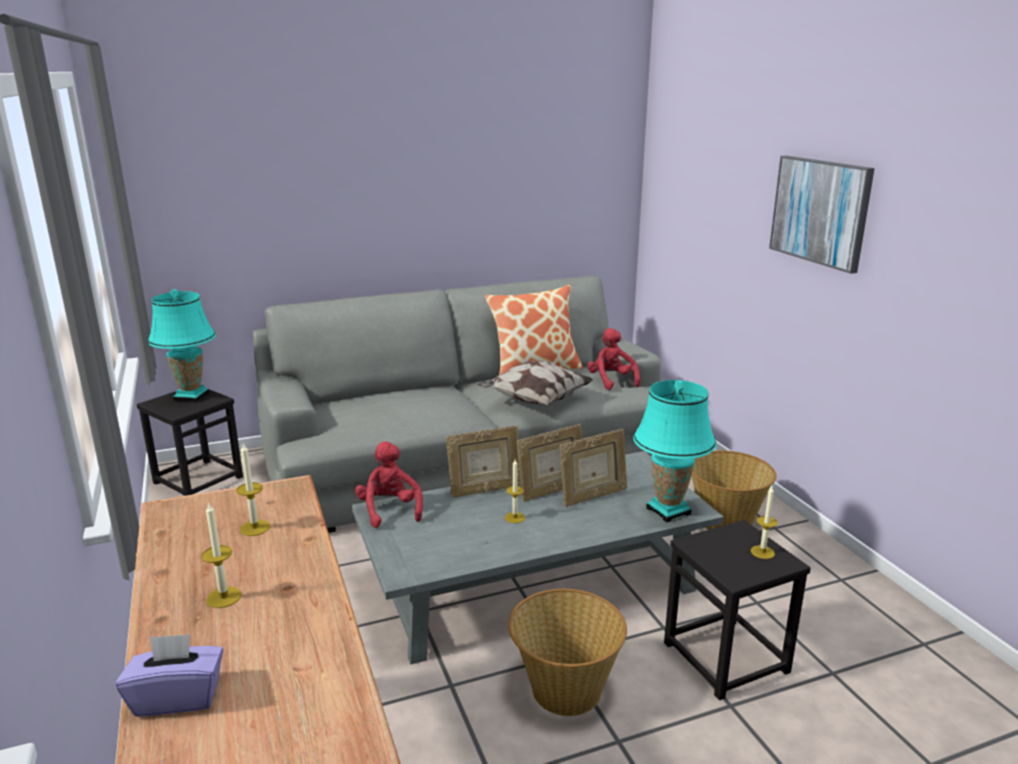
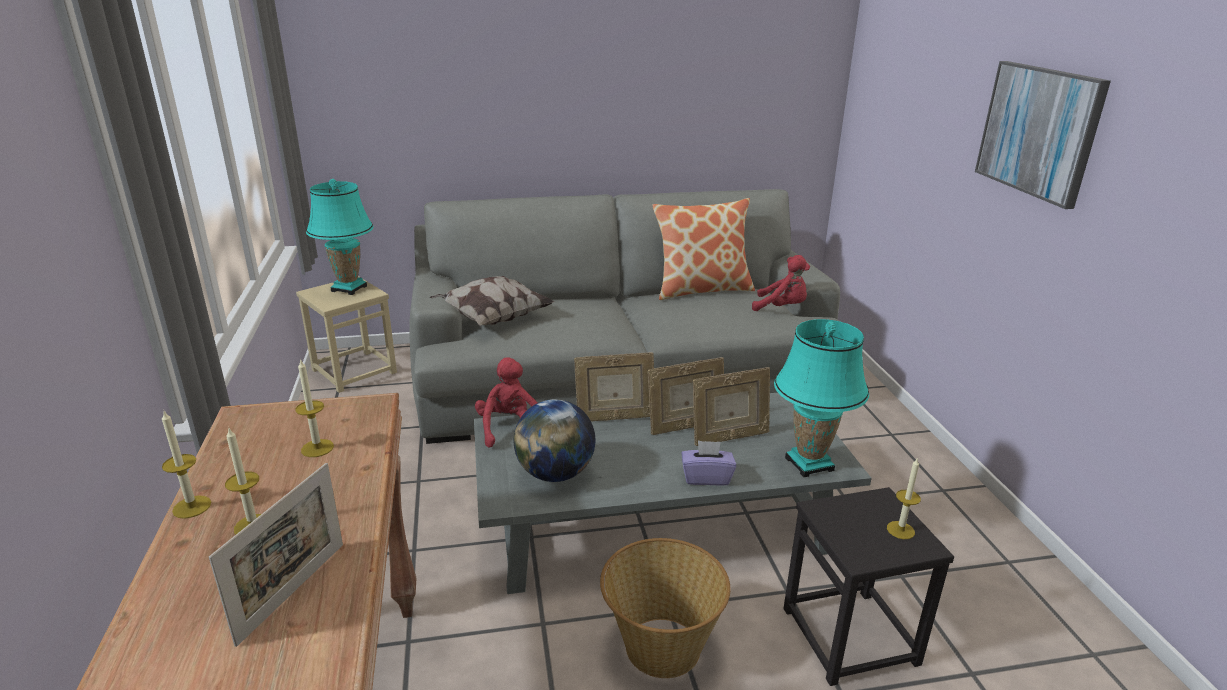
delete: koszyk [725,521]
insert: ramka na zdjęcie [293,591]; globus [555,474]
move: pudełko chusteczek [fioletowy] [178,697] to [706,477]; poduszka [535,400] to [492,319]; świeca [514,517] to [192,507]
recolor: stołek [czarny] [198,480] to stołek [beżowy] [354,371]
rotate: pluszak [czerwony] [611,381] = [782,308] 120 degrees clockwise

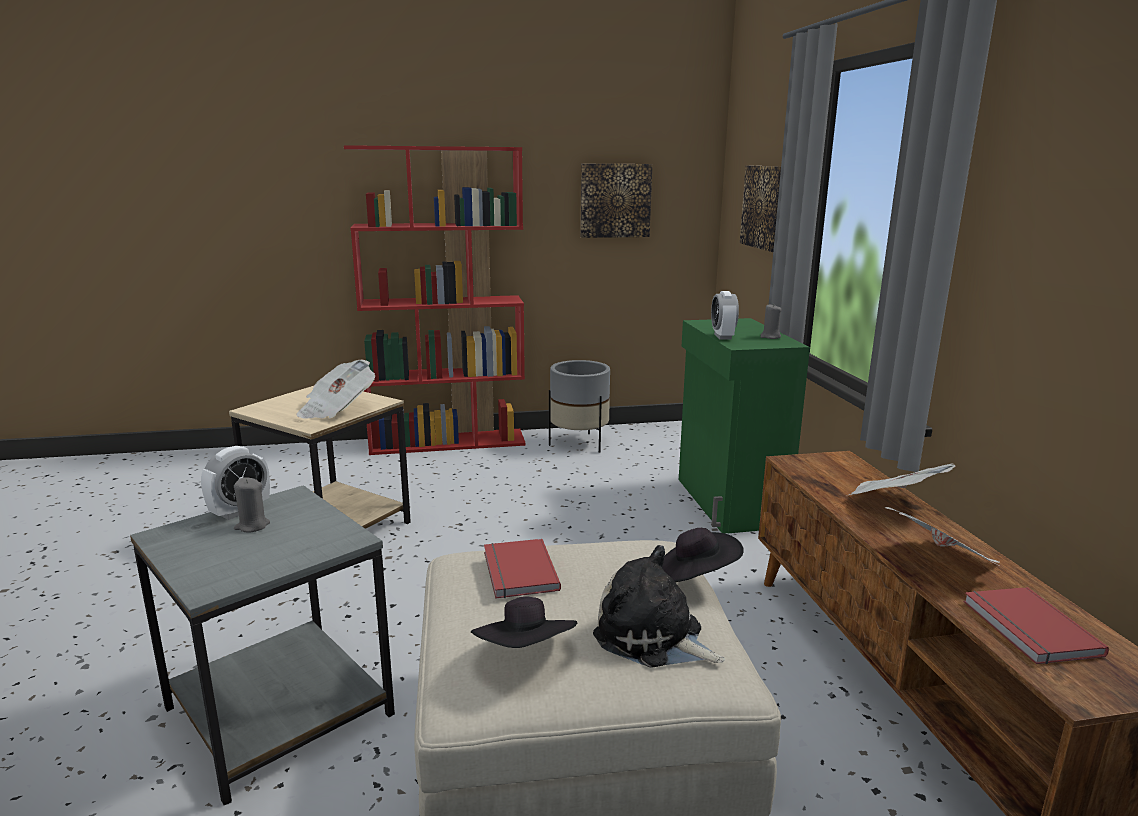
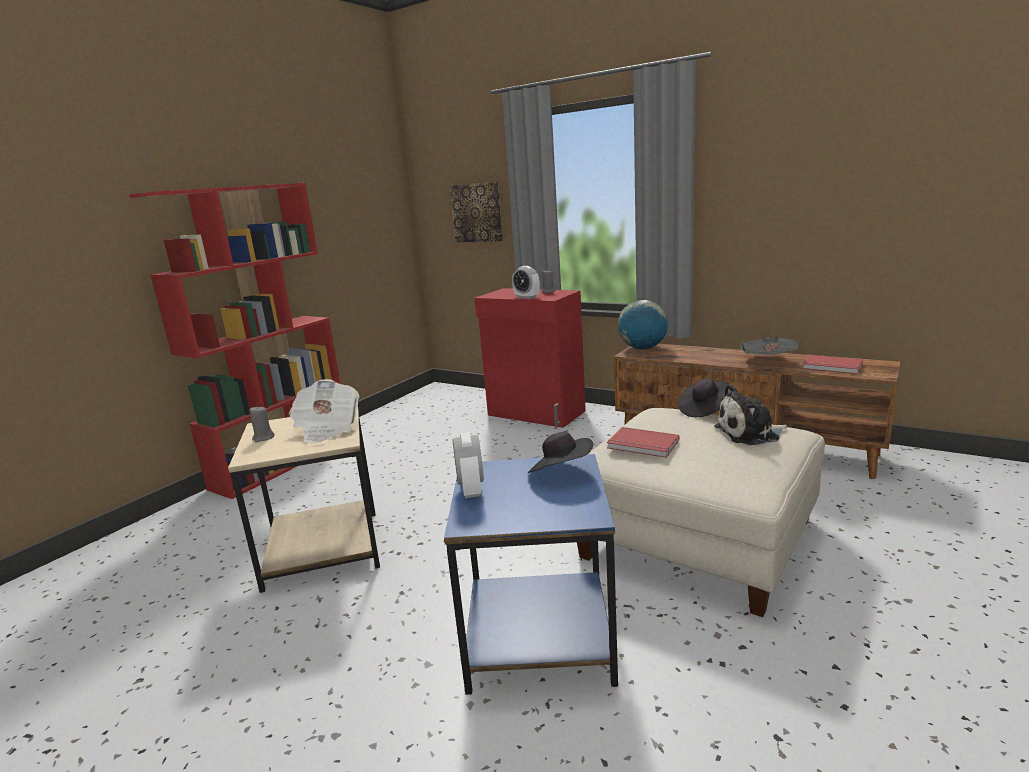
delete: donica [szary] [579,443]; obraz [615,200]; gazeta [894,503]
insert: globus [643,348]
move: świeca [szary] [252,526] to [263,438]; kapelusz [czarny] [526,653] to [561,472]
recolor: stolik [szary] [280,708] to stolik [niebieski] [536,635]; szafka [zielony] [728,502] to szafka [czerwony] [536,413]

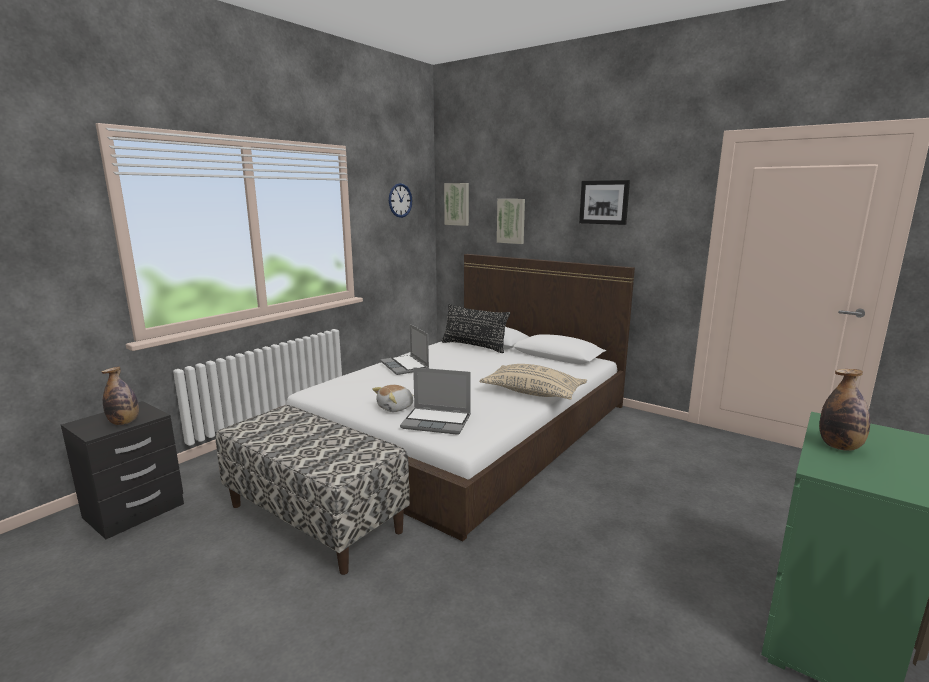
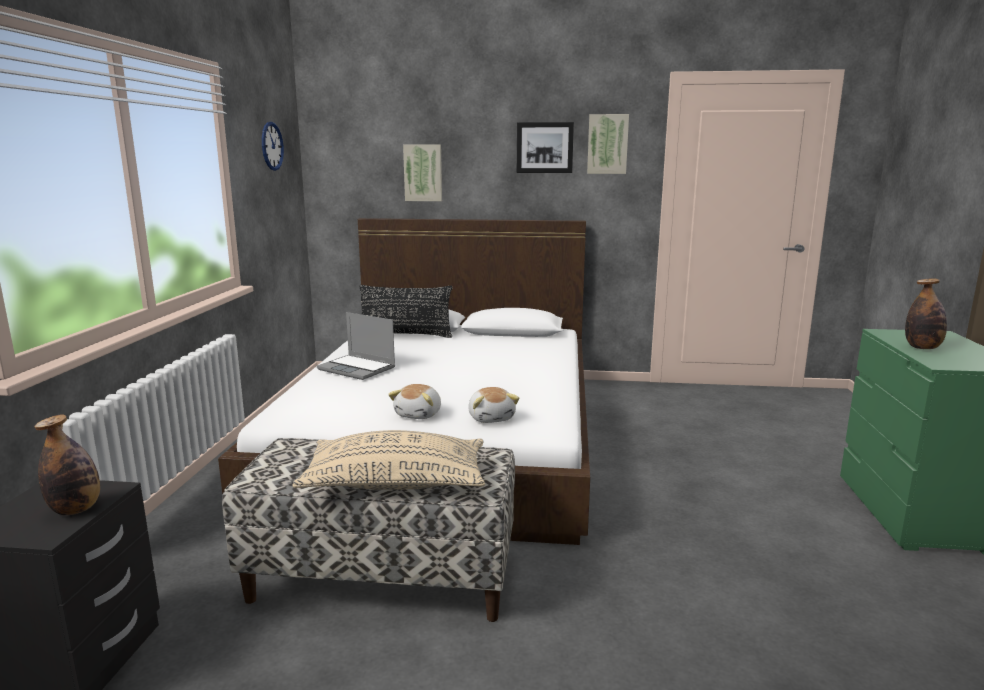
move: obraz [457,204] to [607,144]; poduszka [beżowy] [533,393] to [396,483]
replace: laptop [437,422] to pluszak [492,417]

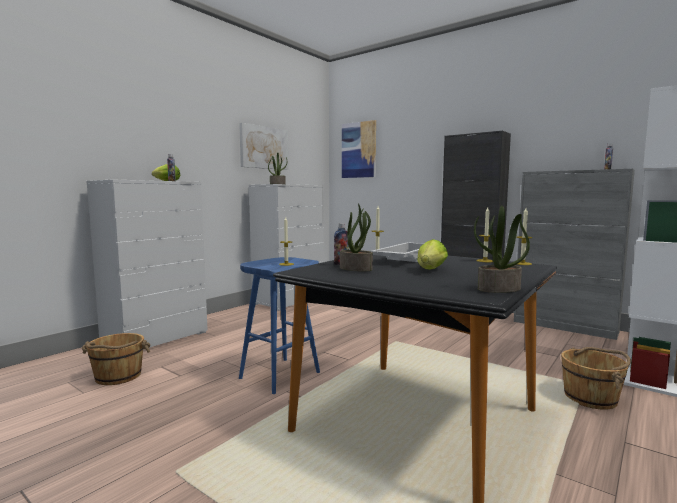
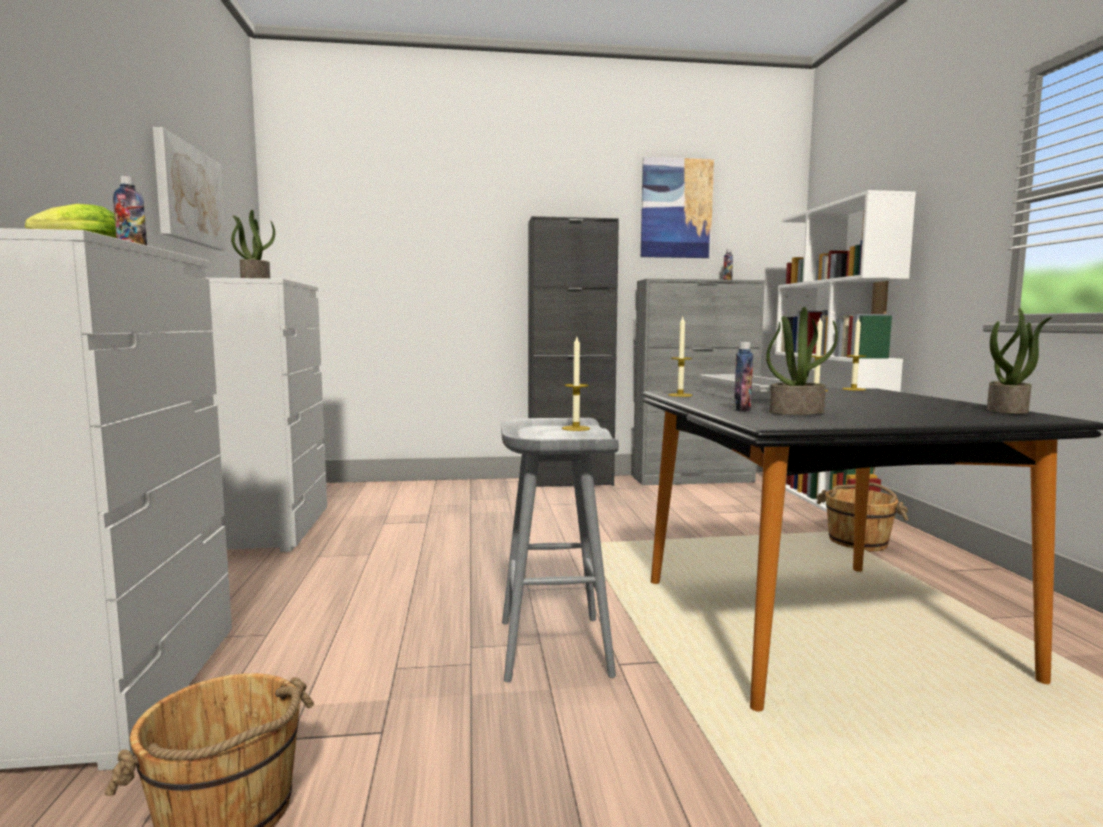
delete: sałata [430,270]
move: obraz [359,150] to [676,208]
recolor: stołek [niebieski] [280,374] to stołek [szary] [552,646]

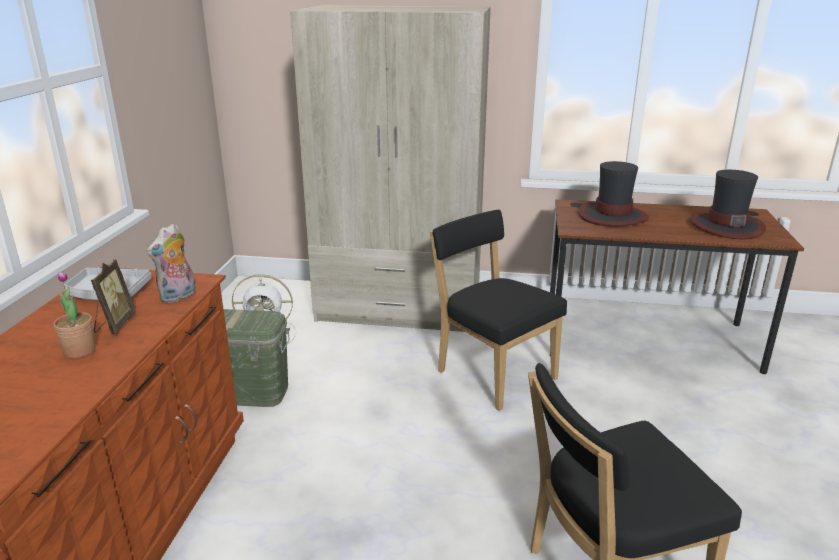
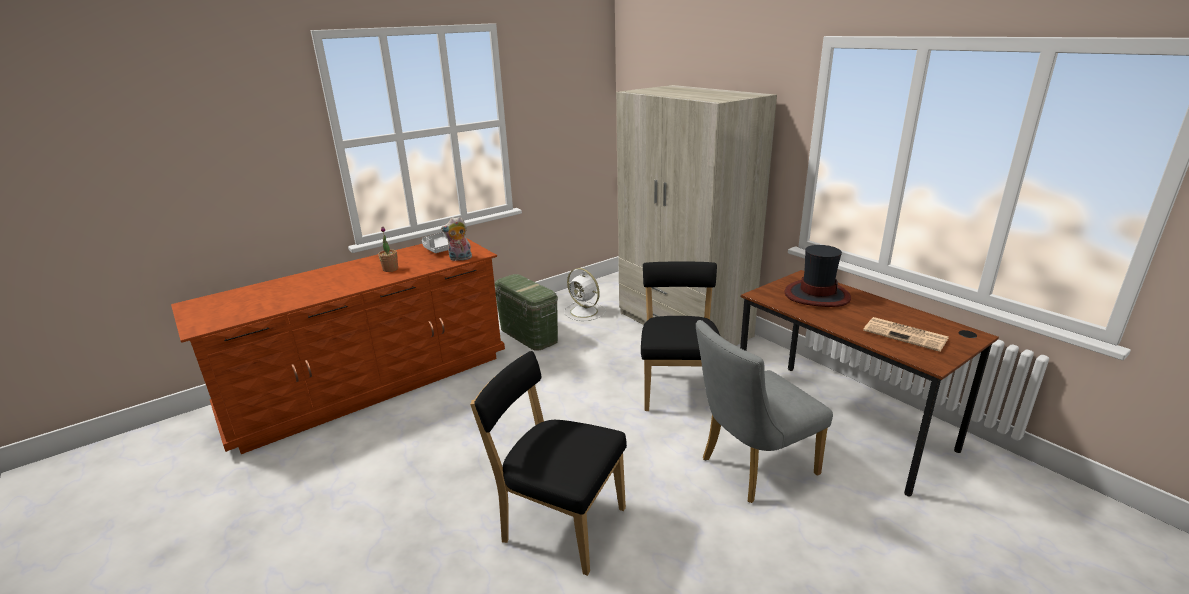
delete: ramka na zdjęcie [114,325]
insert: krzesło [szary] [751,468]
replace: kapelusz [726,226] to gazeta [906,335]

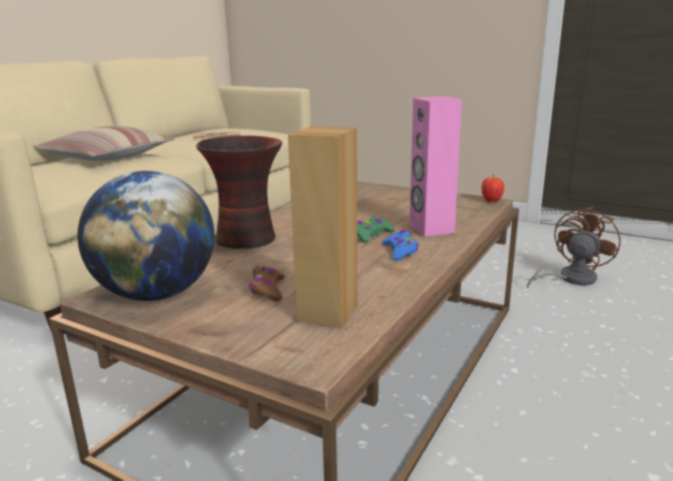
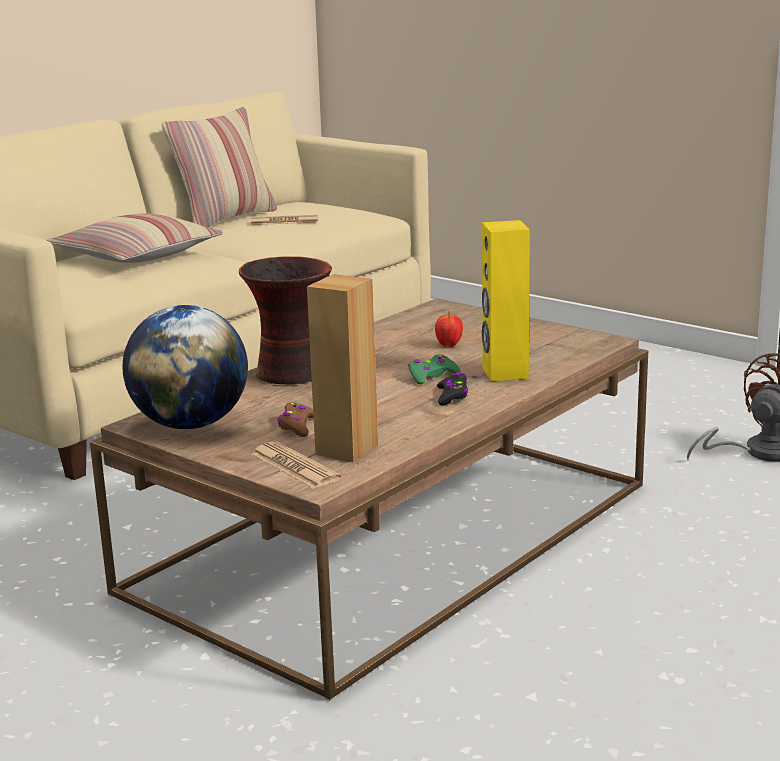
insert: poduszka [225,219]; gazeta [294,467]
move: jabłko [491,201] to [449,345]
recolor: pad do gier [niebieski] [400,251] to pad do gier [czarny] [452,396]; głośnik [różowy] [431,229] to głośnik [żółty] [504,373]

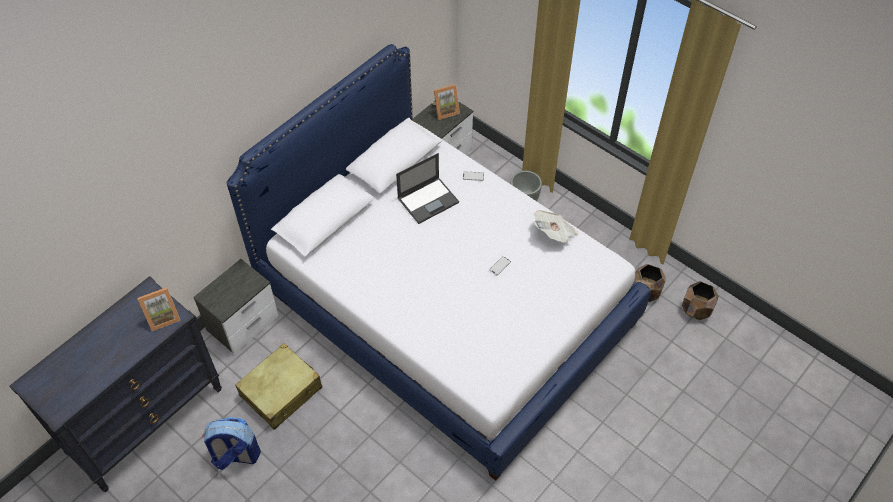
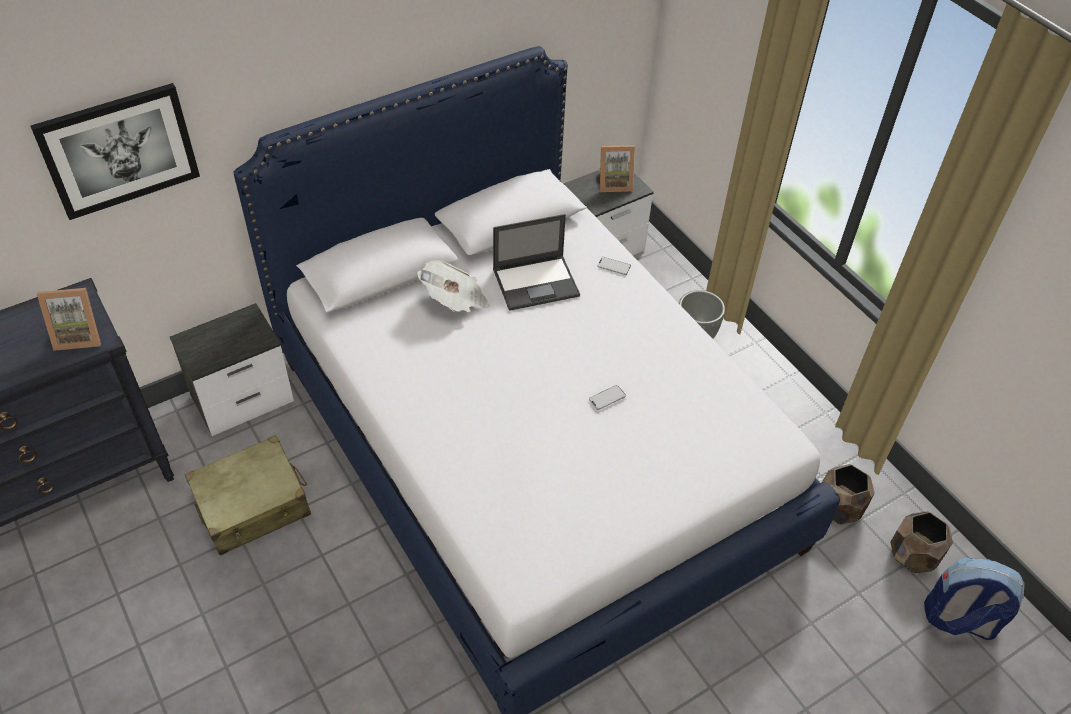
insert: obraz [119,150]
move: plecak [235,455] to [958,620]; gazeta [554,233] to [455,300]

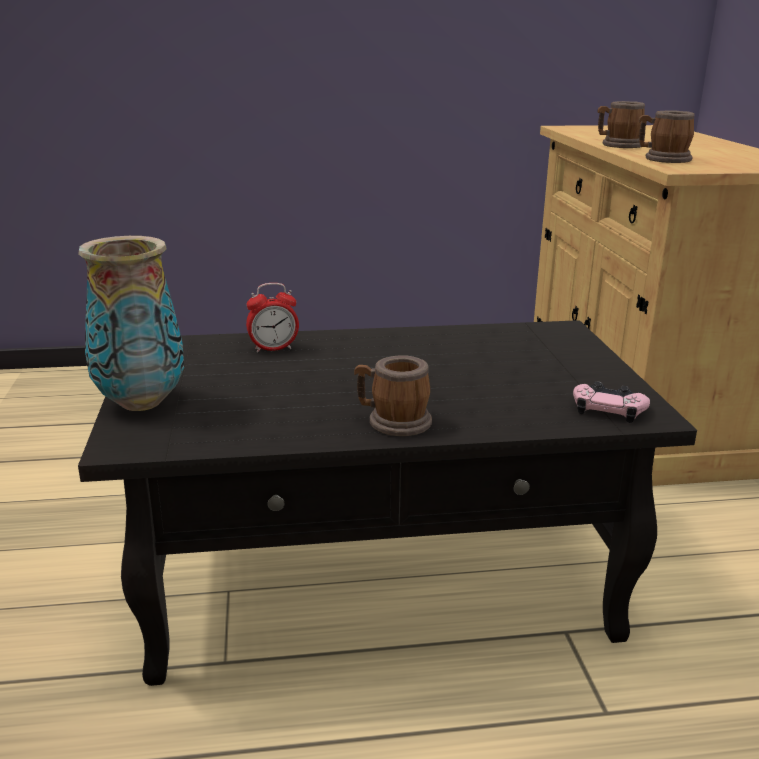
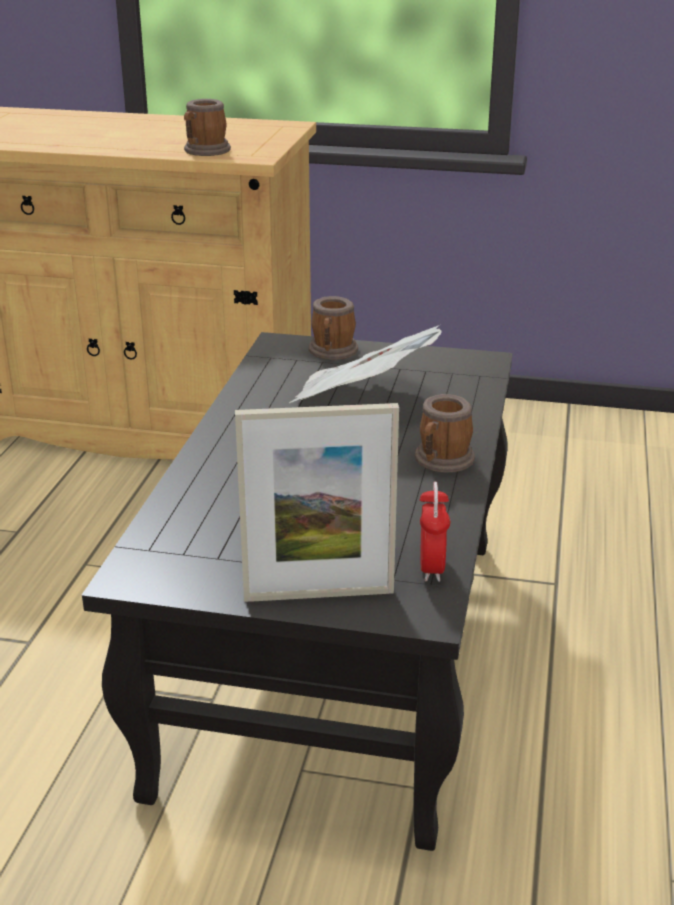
delete: pad do gier [różowy] [608,409]
insert: gazeta [362,402]
move: budzik [273,349] to [431,568]; kubek [618,145] to [332,353]
replace: wazon [142,403] to ramka na zdjęcie [319,594]

